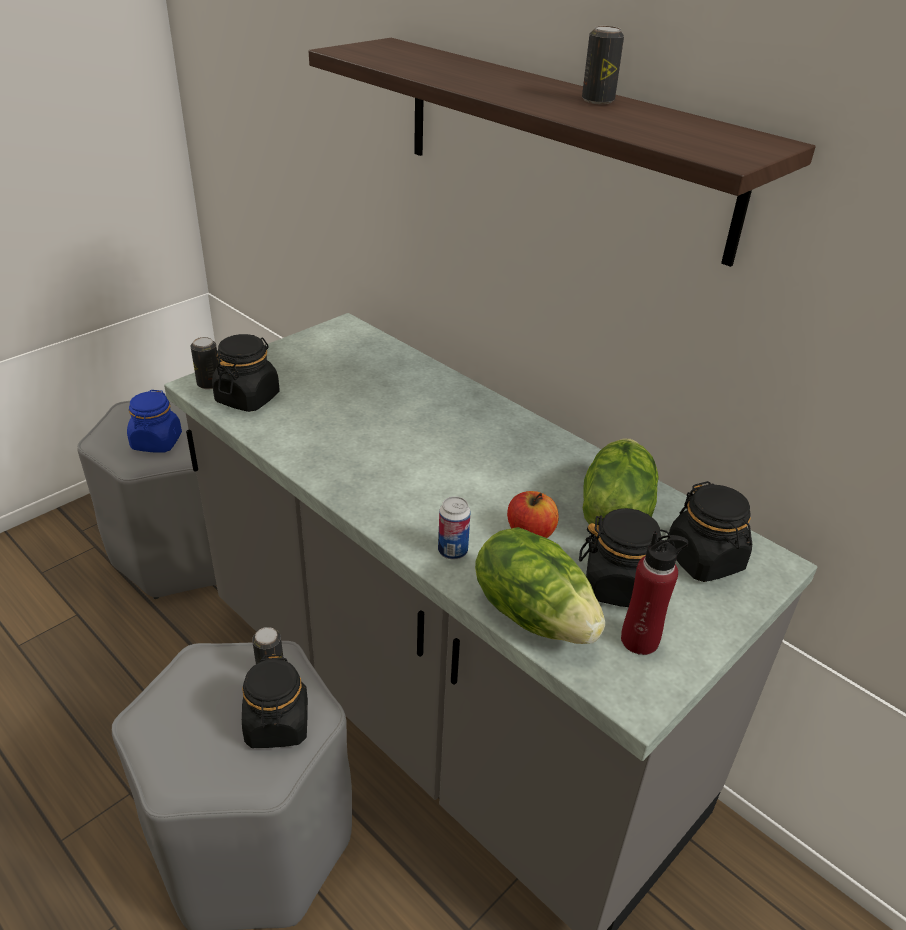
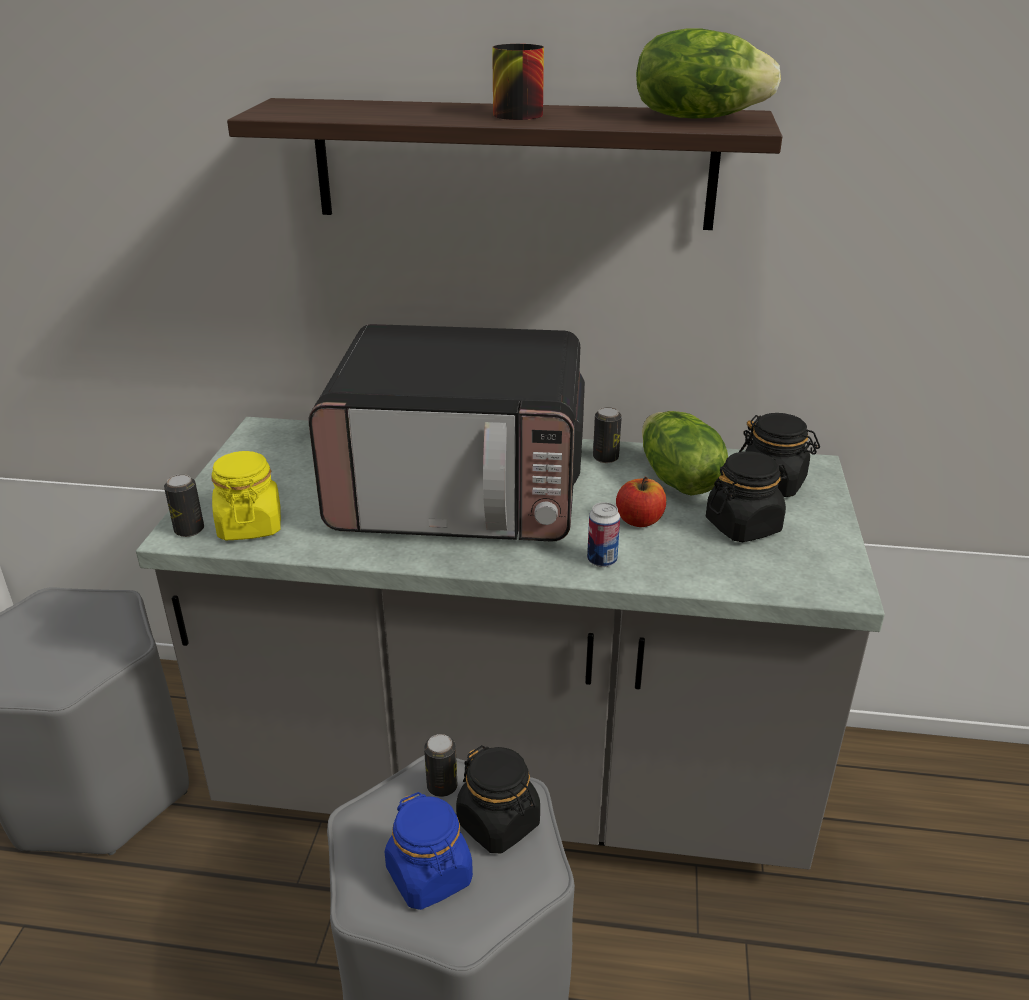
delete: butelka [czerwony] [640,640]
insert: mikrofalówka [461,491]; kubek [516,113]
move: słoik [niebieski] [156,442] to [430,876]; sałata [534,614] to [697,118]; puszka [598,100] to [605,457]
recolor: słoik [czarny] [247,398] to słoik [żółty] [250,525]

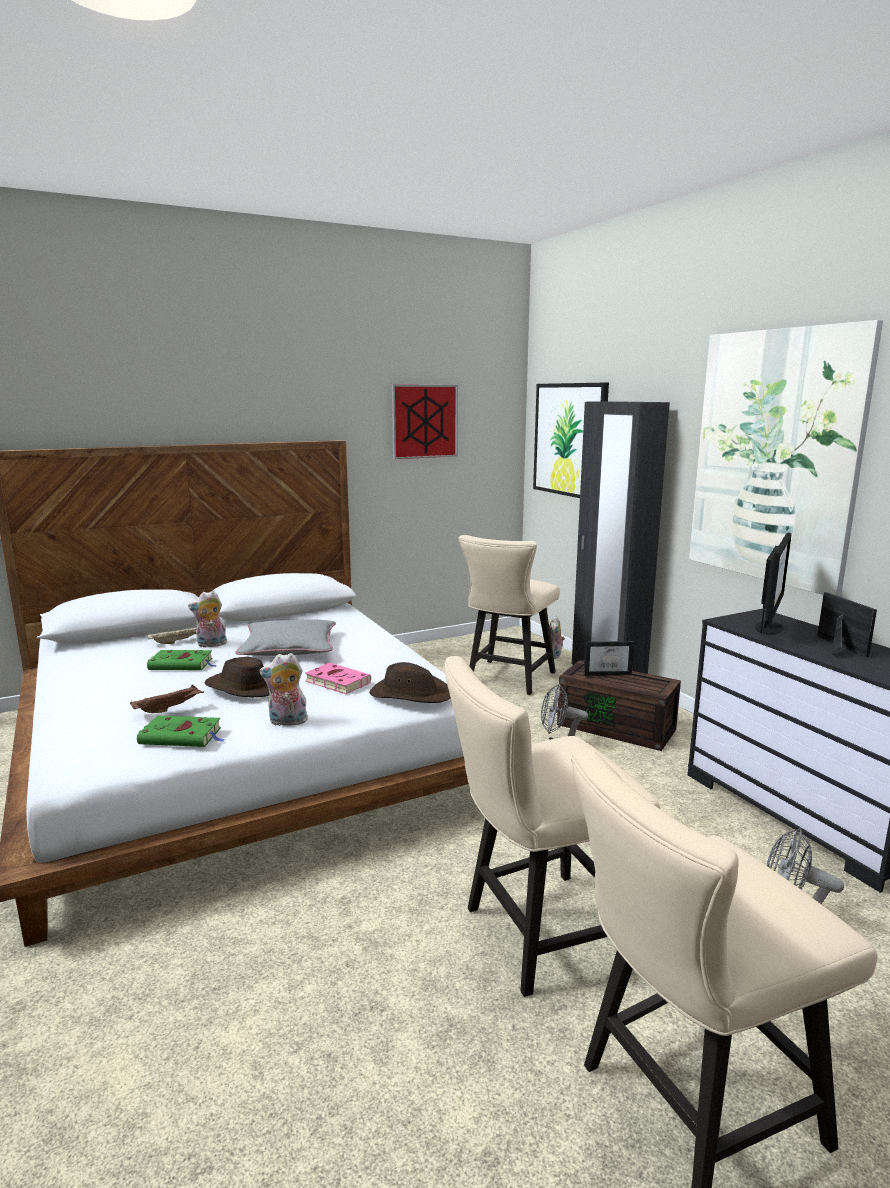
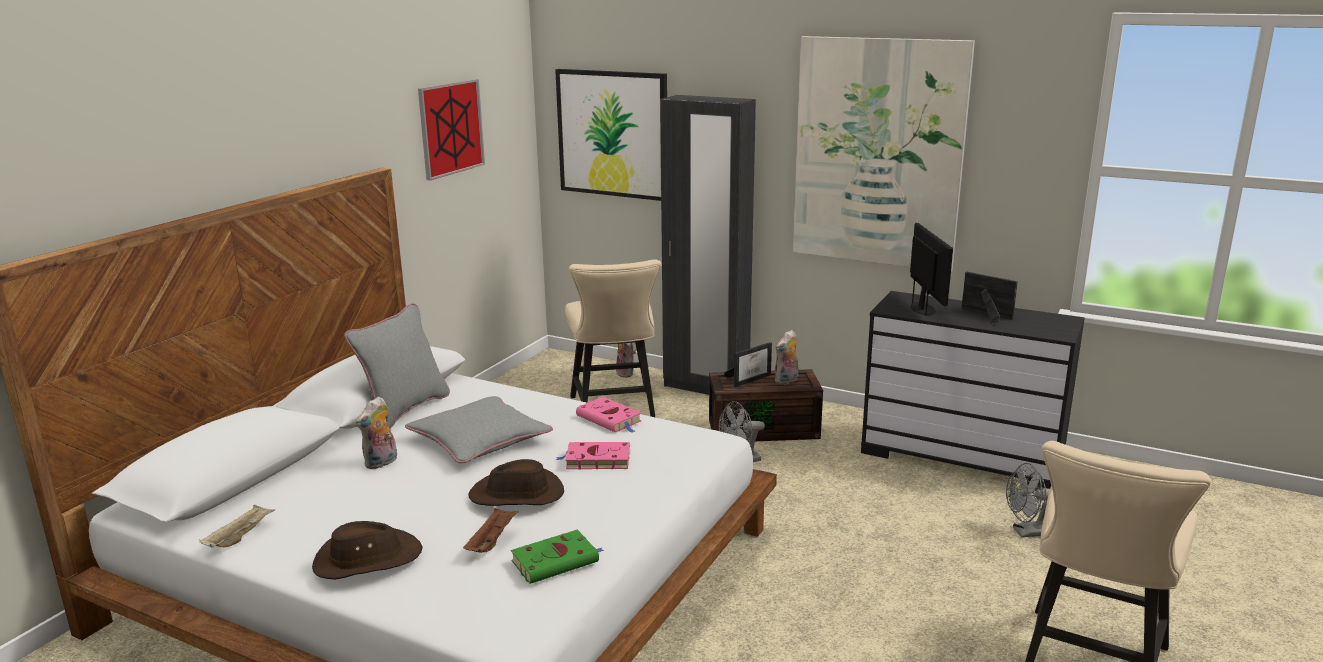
delete: książka [zielony] [183,664]; krzesło [beżowy] [538,936]
insert: poduszka [szary] [405,409]; książka [różowy] [610,419]
move: taca [beżowy] [177,641] to [240,537]; pluszak [287,722] to [786,381]; kapelusz [brązowy] [410,694] to [367,559]

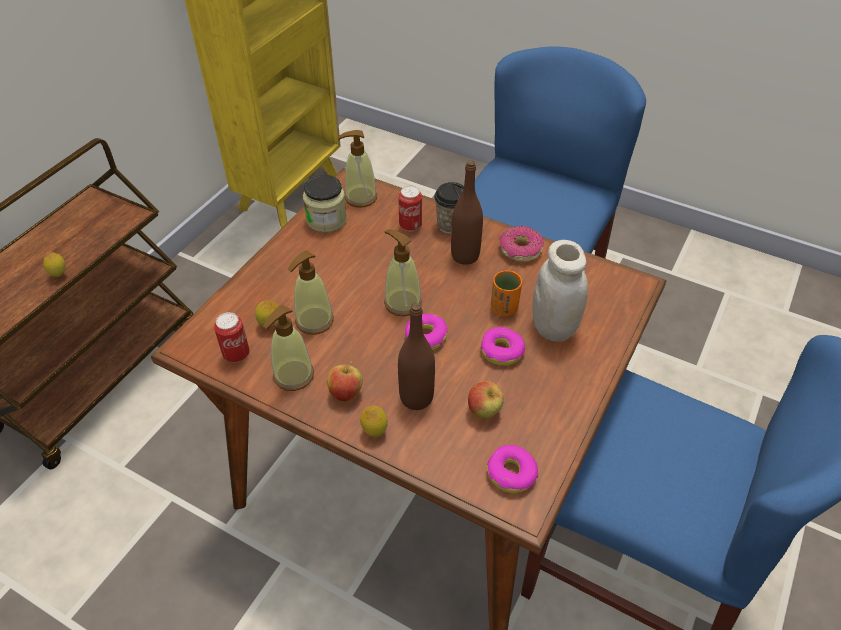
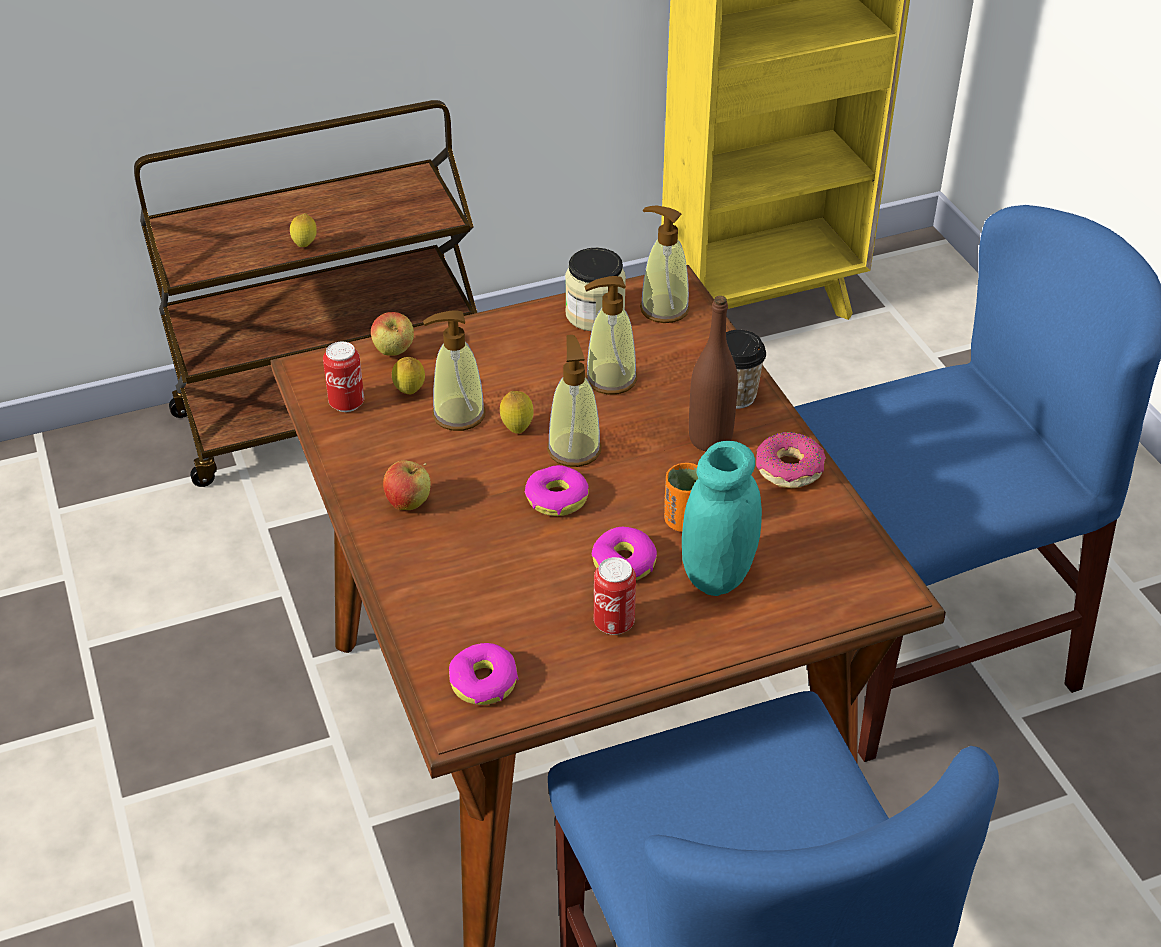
delete: butelka [brązowy] [416,397]
move: dozownik mydła [293,376] to [610,379]; cytryna [374,432] to [517,429]; puszka [410,225] to [614,623]; jabłko [484,411] to [394,353]
recolor: słoik [biały] [553,327] to słoik [turkusowy] [718,575]

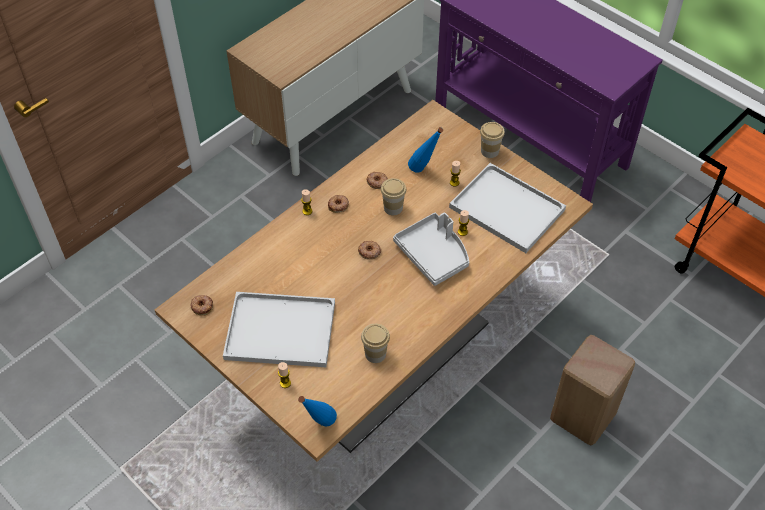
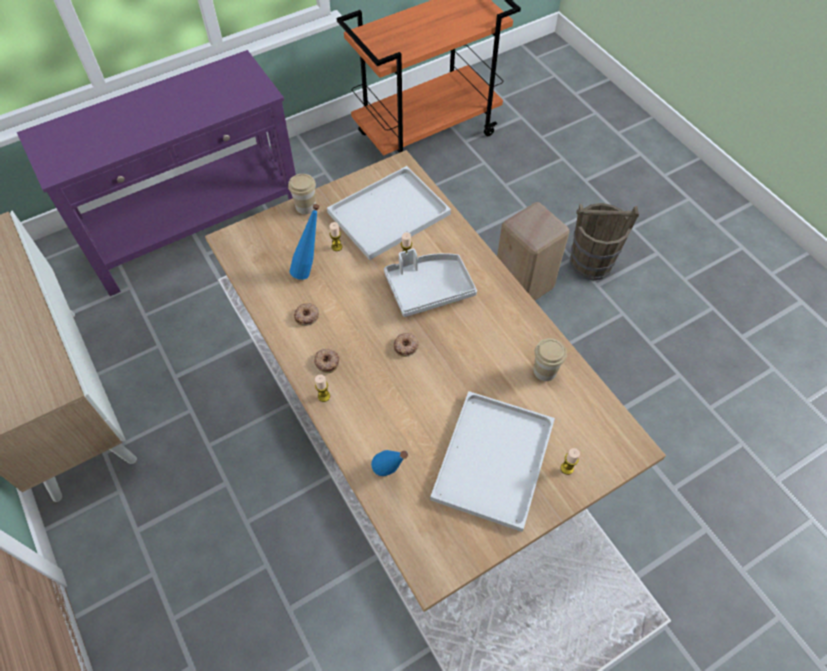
delete: donut [202,306]; filiżanka [393,208]
insert: wiadro [brązowy] [591,263]
move: butelka [niebieski] [319,427] to [391,476]

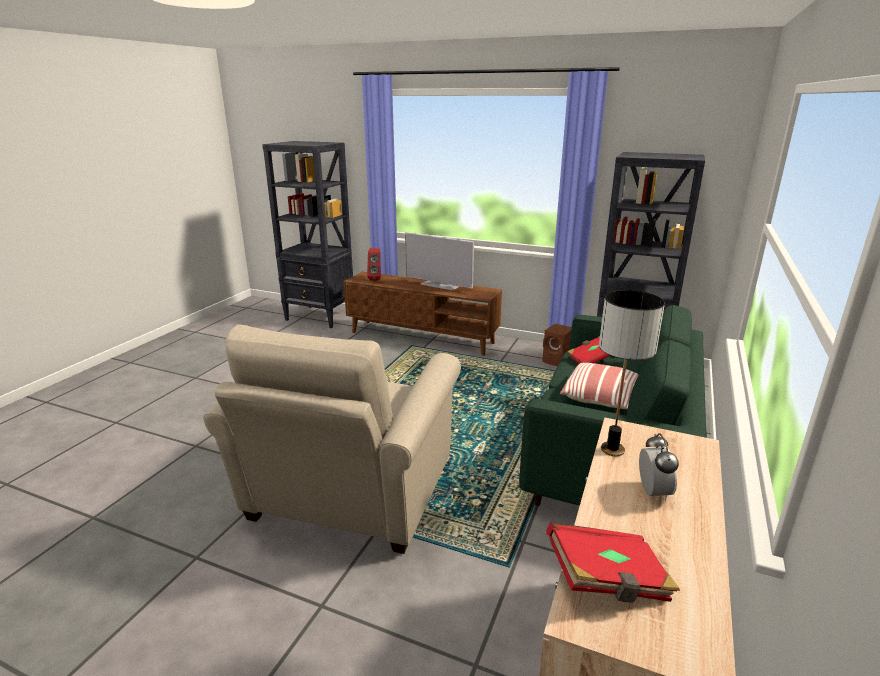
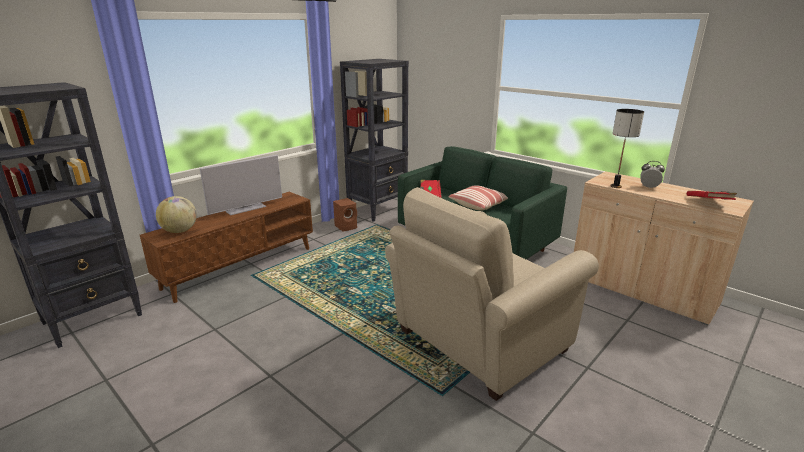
replace: głośnik [czerwony] [375,279] to globus [180,231]
rotate: fotel [beżowy] [347,496] = [476,343] 105 degrees clockwise

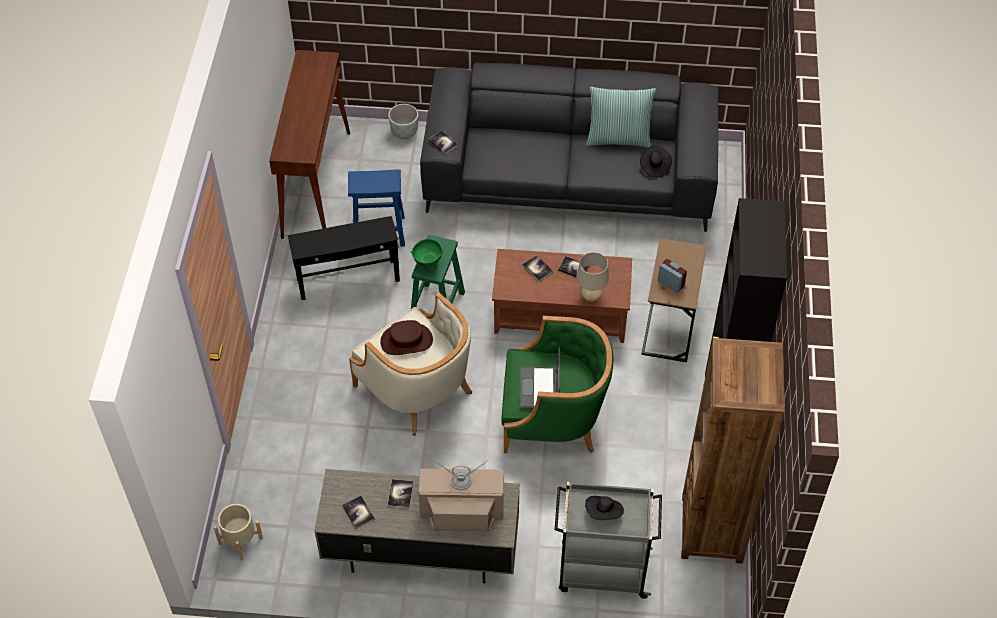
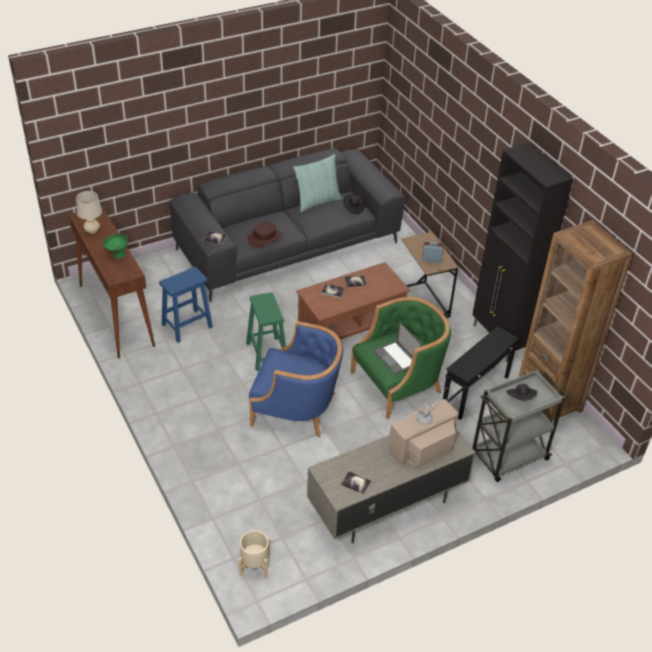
delete: donica [szary] [404,132]; książka [400,494]
move: stolik [czarny] [348,280] to [476,392]; kapelusz [brązowy] [406,341] to [264,238]; miska [zielony] [427,265] to [117,256]; lampa stołowa [beżowy] [591,297] to [92,231]
recolor: fotel [beżowy] [417,389] to fotel [niebieski] [296,408]

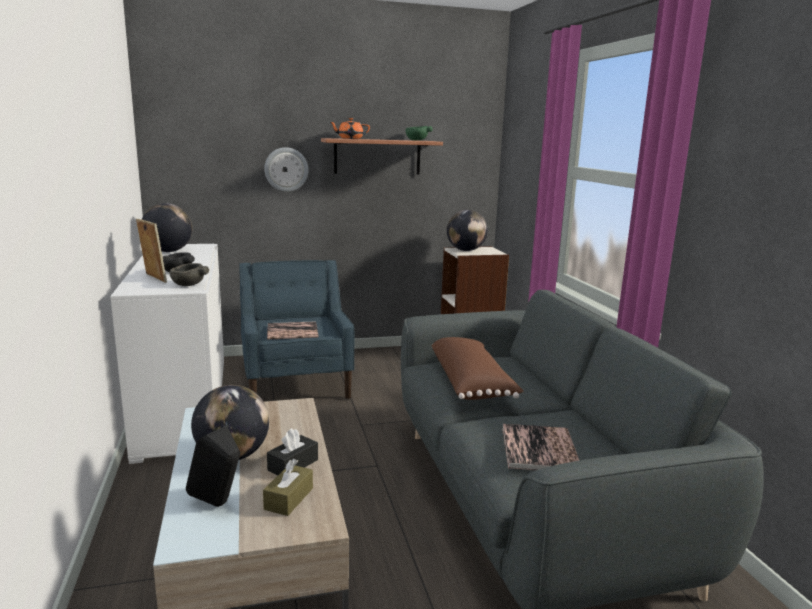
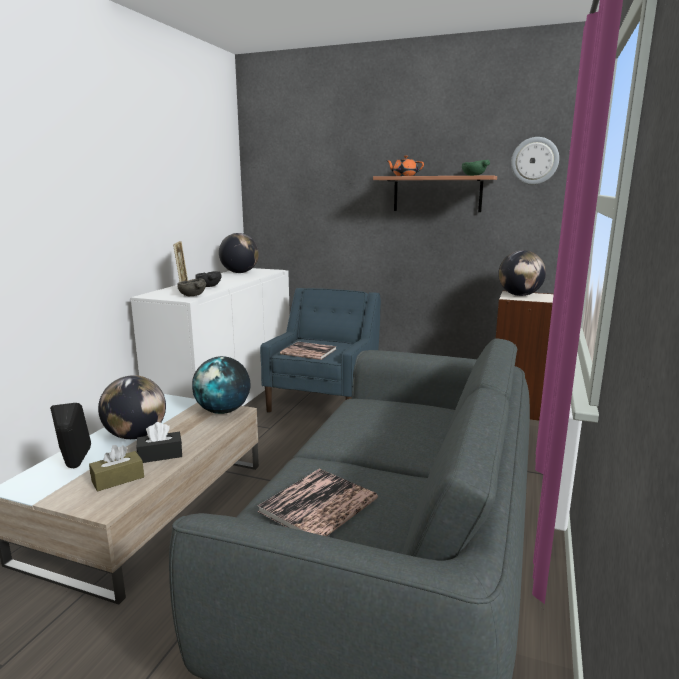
delete: poduszka [brązowy] [471,383]
insert: globus [223,411]
move: zegar ścienny [286,169] to [534,161]

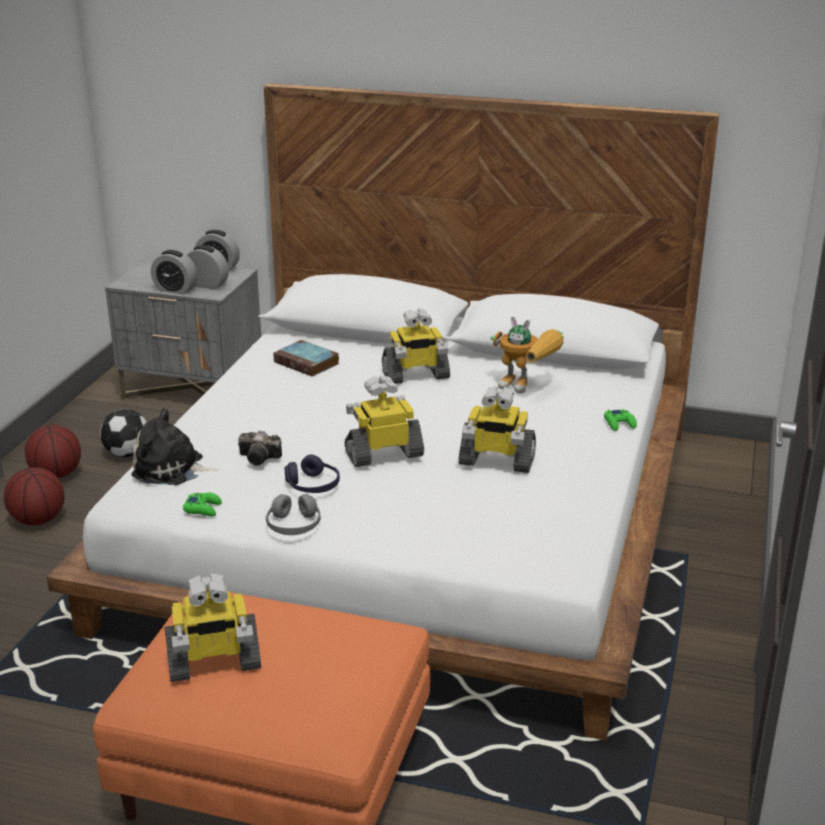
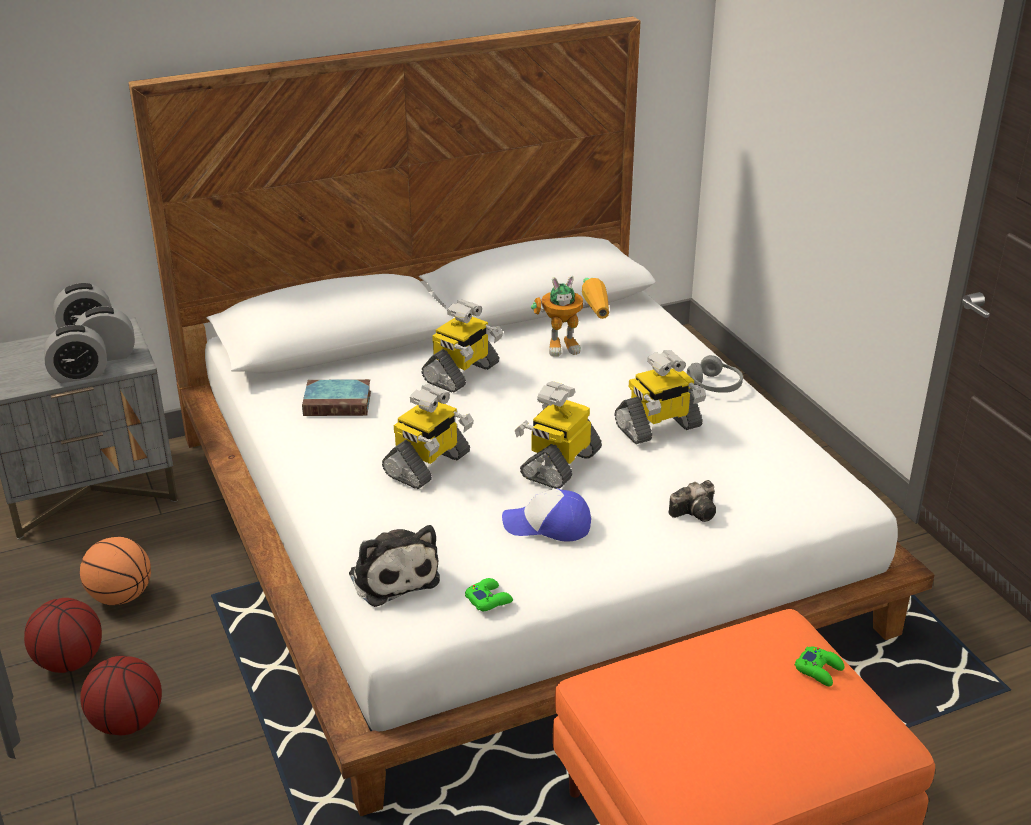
move: robot zabawkowy [213,662] to [428,465]; aparat fotograficzny [261,458] to [696,512]; słuchawki [szary] [294,525] to [715,385]; pad do gier [zielony] [619,423] to [819,670]
replace: piłka futbolowa [127,453] to piłka do koszykówki [121,597]; słuchawki [fioletowy] [313,485] to czapka z daszkiem [548,525]
rotate: pluszak [172,469] = [392,576] 90 degrees counterclockwise

